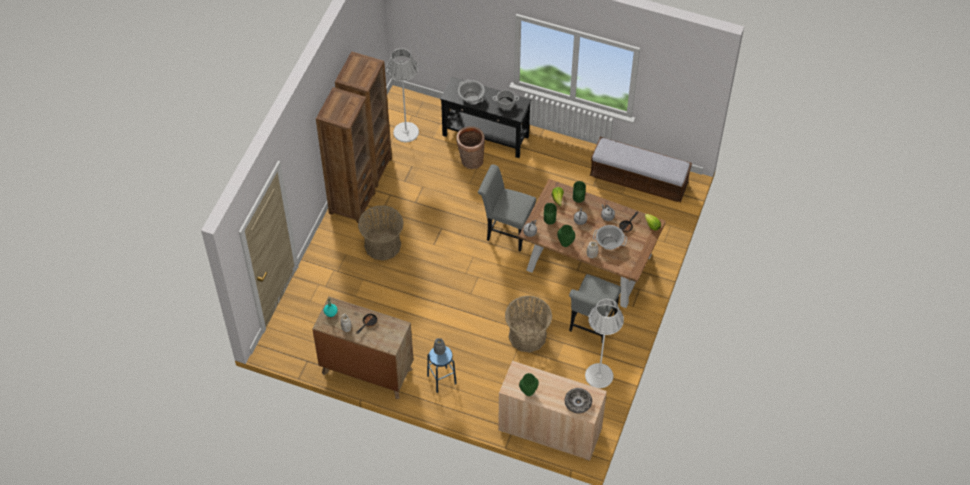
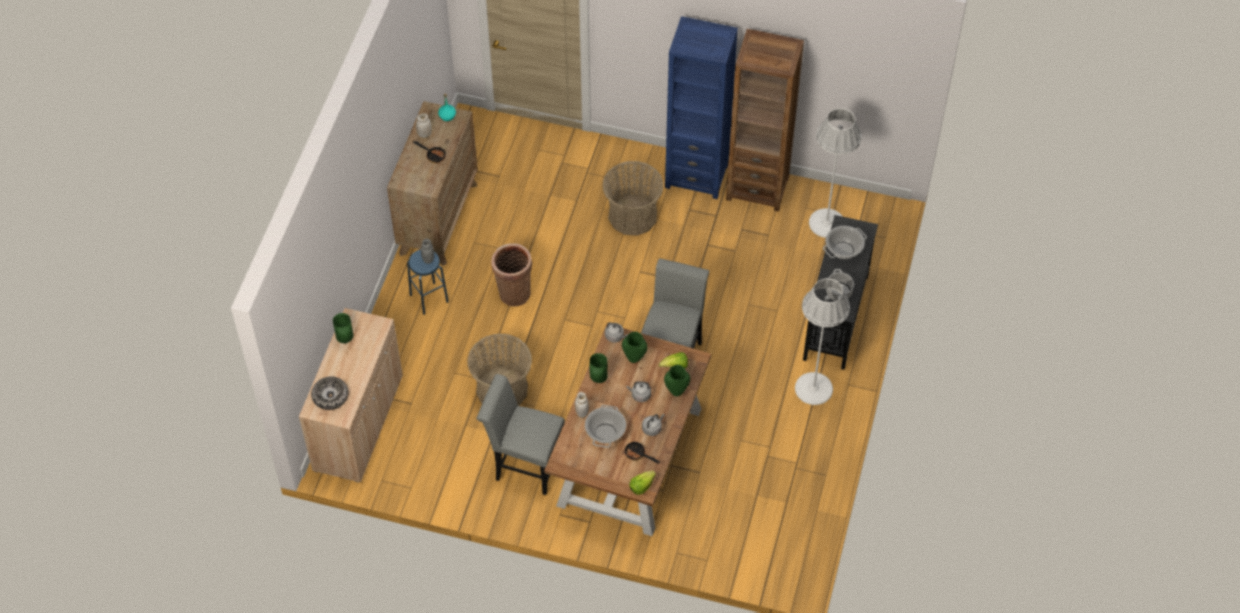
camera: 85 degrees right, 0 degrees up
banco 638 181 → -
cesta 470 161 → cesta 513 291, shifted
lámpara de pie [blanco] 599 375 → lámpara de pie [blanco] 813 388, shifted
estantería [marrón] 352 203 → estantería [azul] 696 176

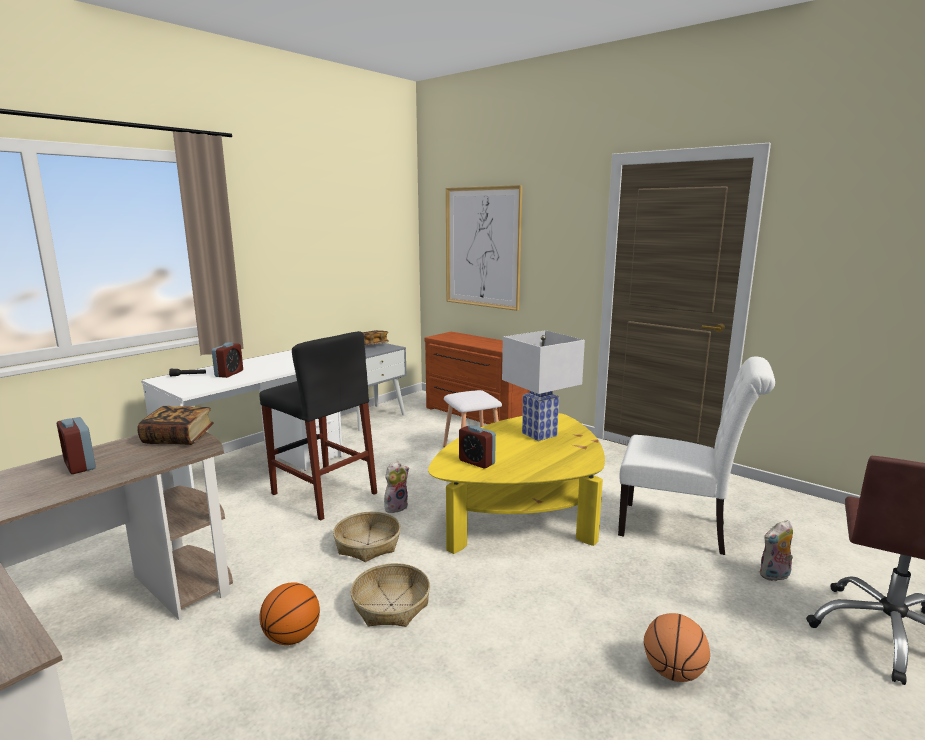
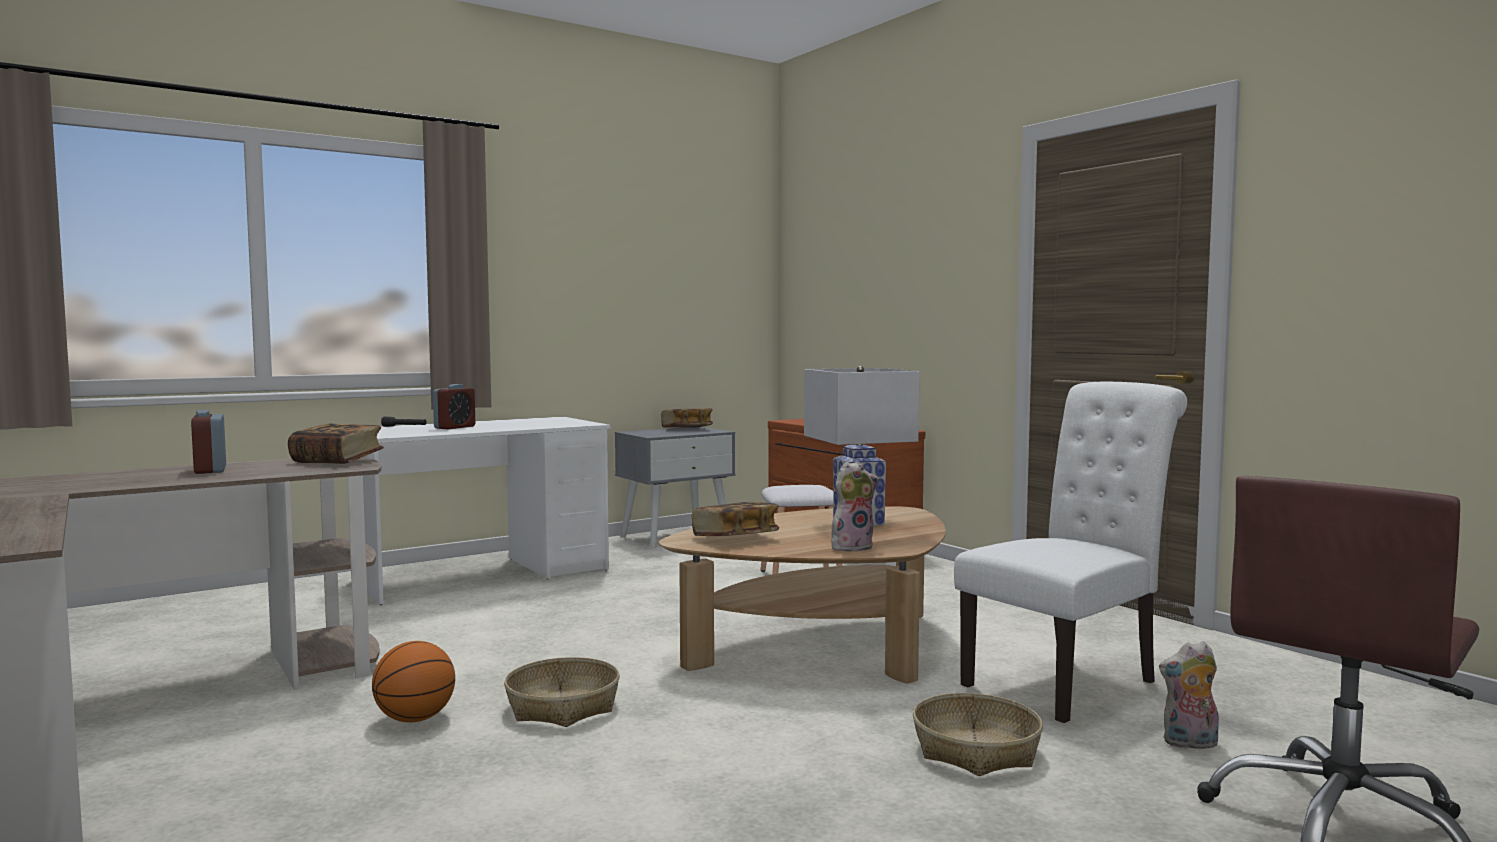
camera: 15 degrees right, 10 degrees down
taburete [negro] 324 493 → -
cuadro 482 247 → -
balón de baloncesto 673 672 → -
cesta 368 544 → cesta 976 750, shifted
peluche 396 506 → peluche 852 547, shifted
despertador 476 462 → libro 735 538
mesa de centro [amarillo] 522 515 → mesa de centro [marrón] 822 644
silla [blanco] 680 529 → silla [blanco] 1068 681, 75 degrees counterclockwise

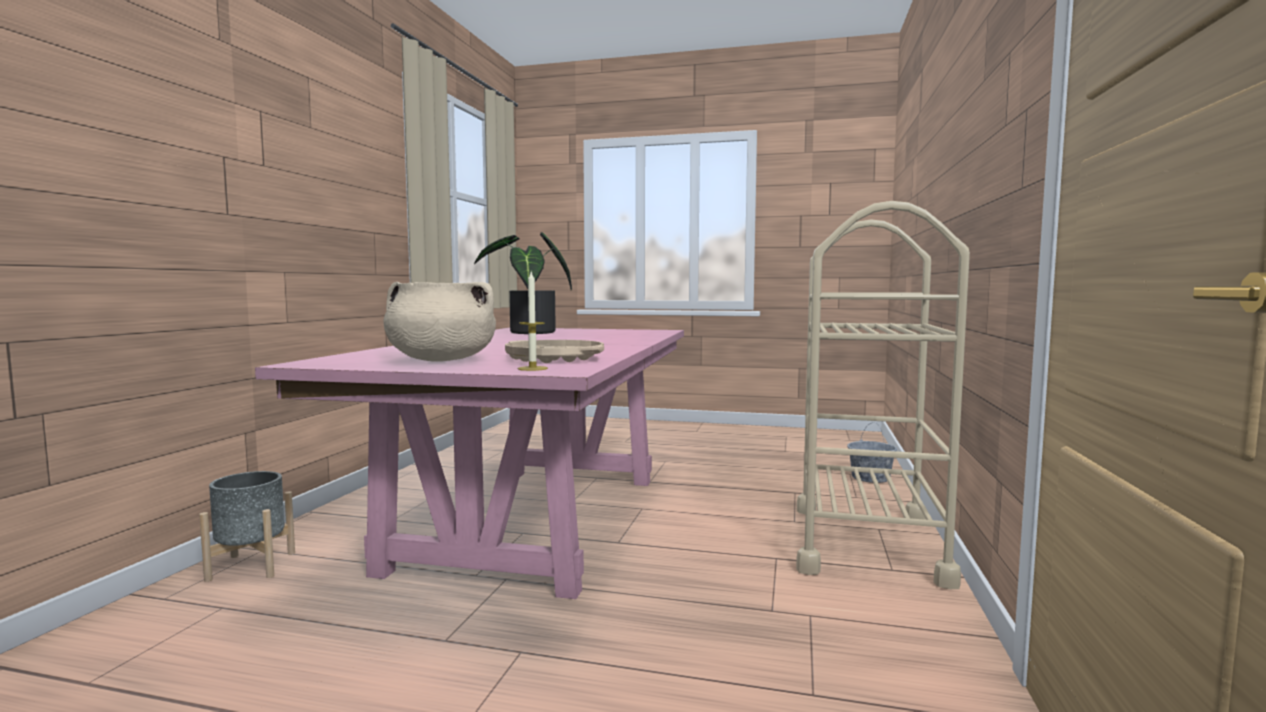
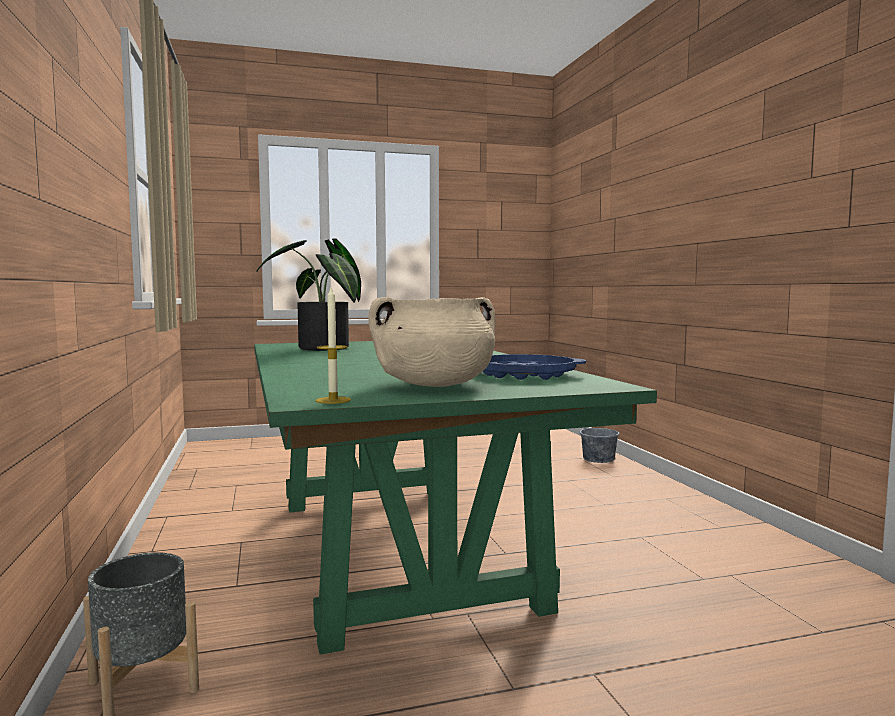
camera: 30 degrees left, 0 degrees up
carrito [beis] 867 543 → -
vela 532 368 → vela 333 400, shifted
mesa de comedor [rosa] 535 521 → mesa de comedor [verde] 398 551
bandeja [beis] 554 359 → bandeja [azul] 525 375

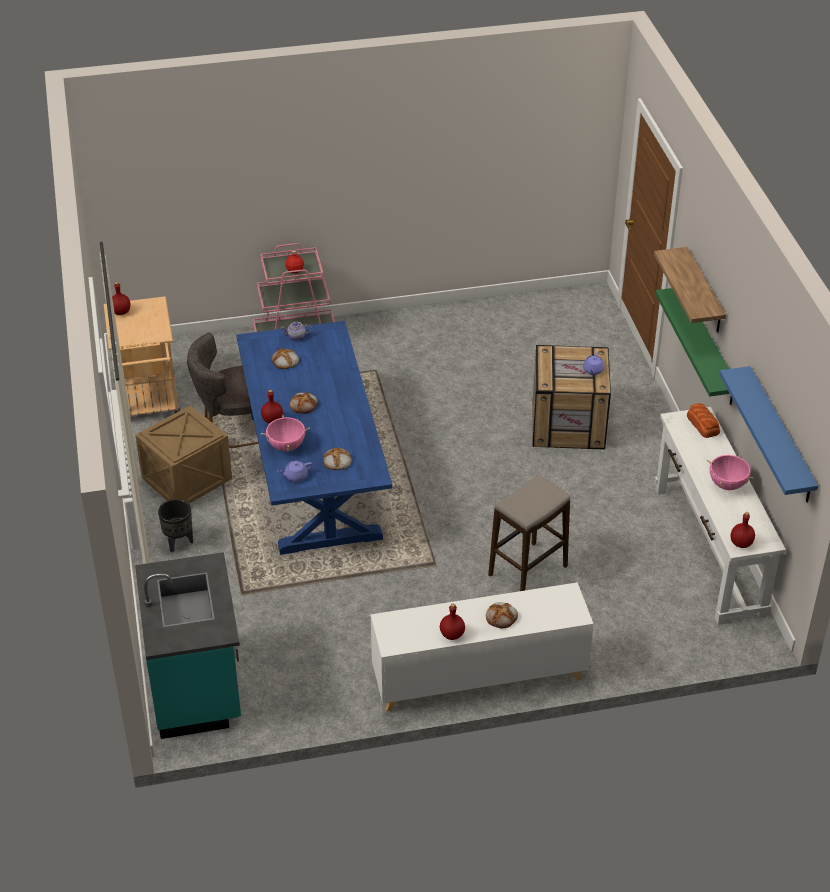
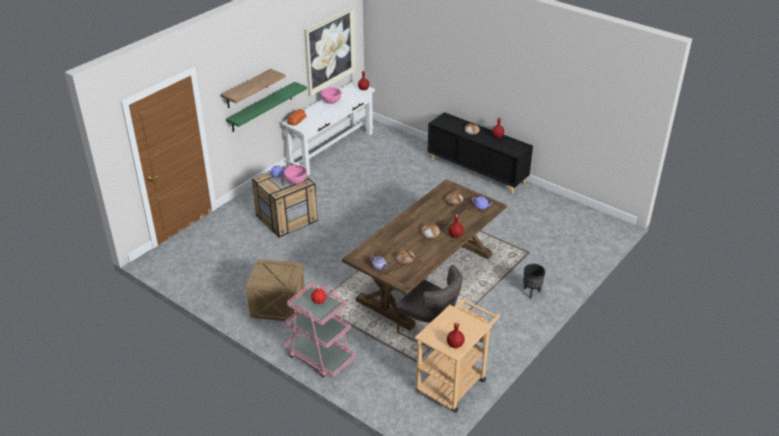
camera: 130 degrees left, 5 degrees down
mueble bajo de cocina [turquesa] 197 686 → -
taburete 528 571 → -
caja de embalaje 188 479 → caja de embalaje 277 306, shifted
olla [rosa] 286 446 → olla [rosa] 296 182, shifted
estante [azul] 780 436 → cuadro 330 50
mesa de comedor [azul] 314 474 → mesa de comedor [marrón] 425 277
armario [blanco] 478 677 → armario [negro] 477 171

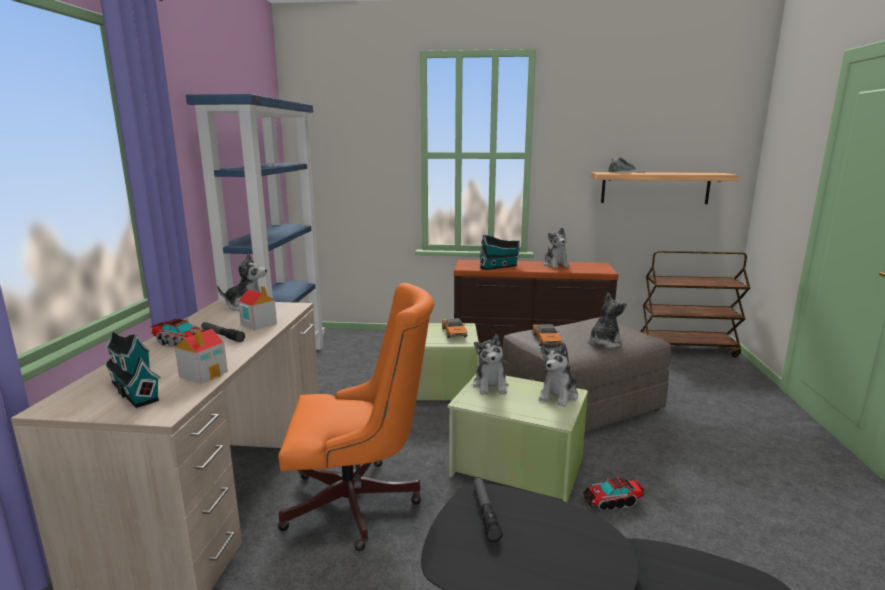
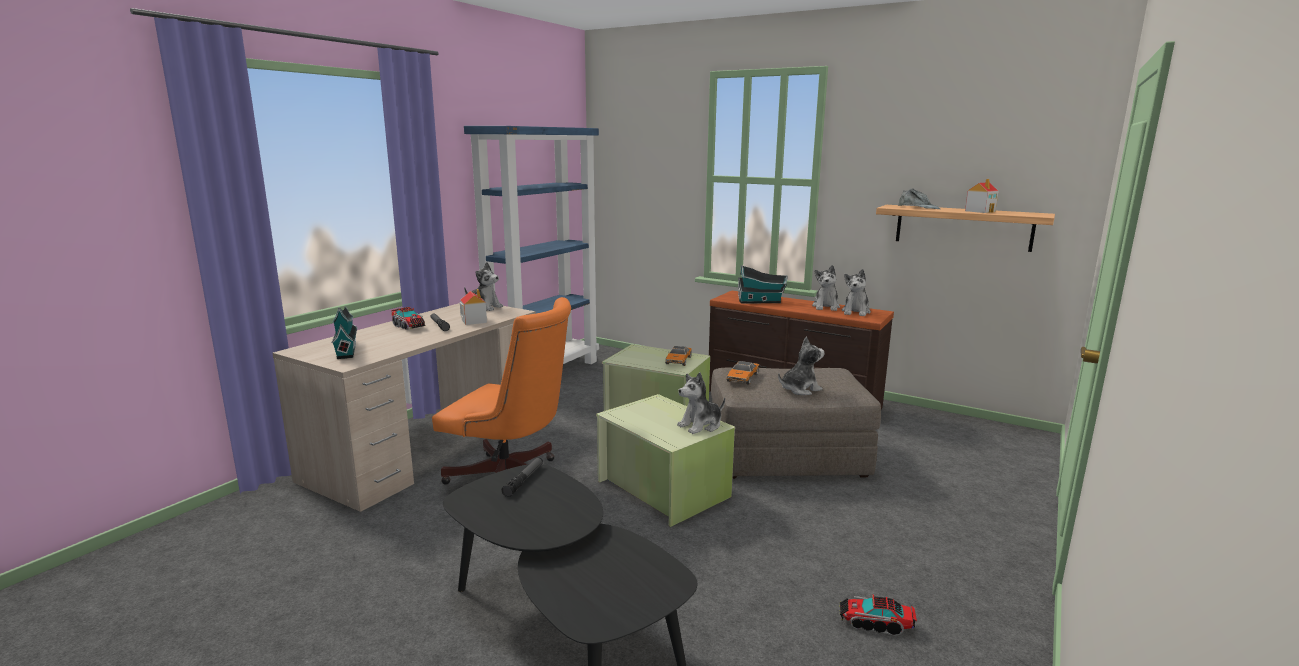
camera: 25 degrees right, 0 degrees up
carrito [marrón] 686 348 → -
casita 204 374 → casita 980 211, shifted
peluche 491 385 → peluche 856 312, shifted
camión de juguete 612 501 → camión de juguete 875 623, shifted

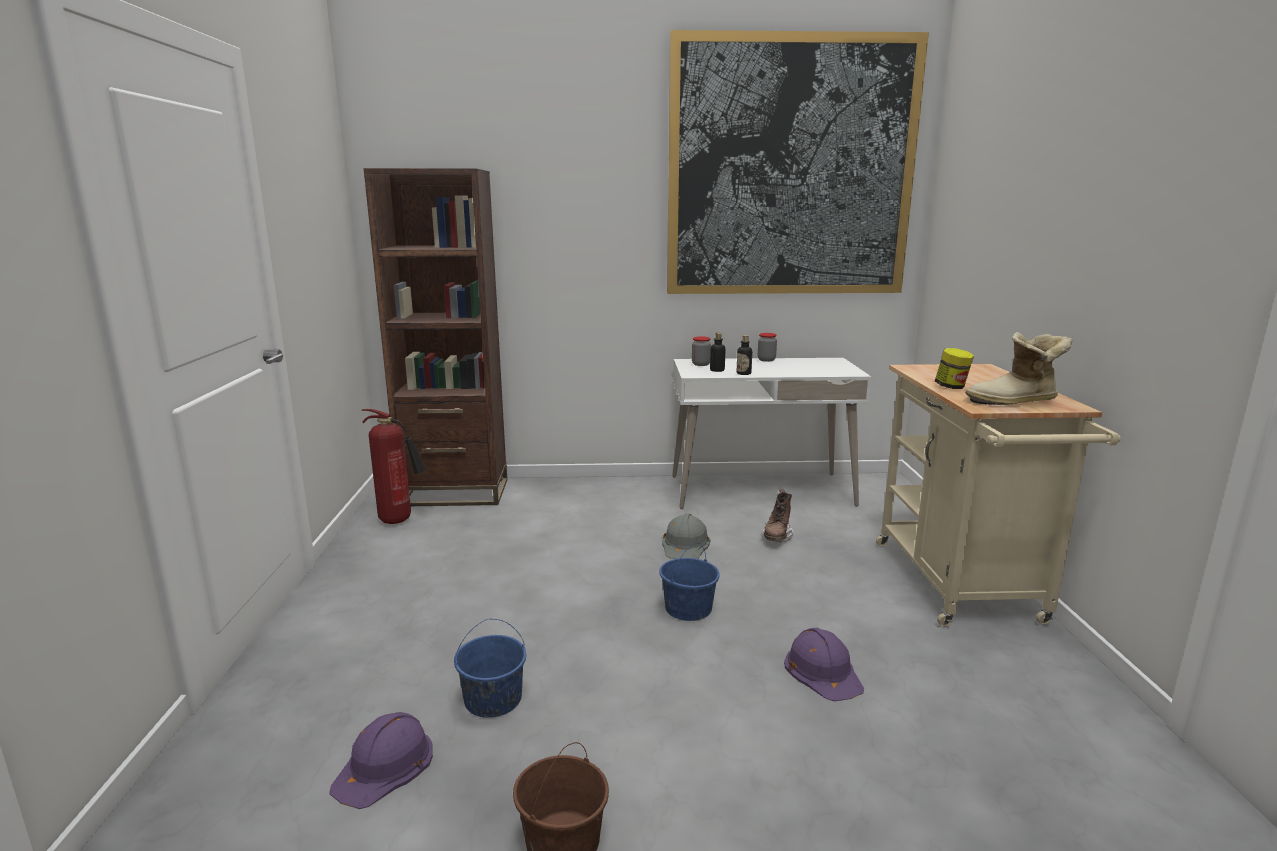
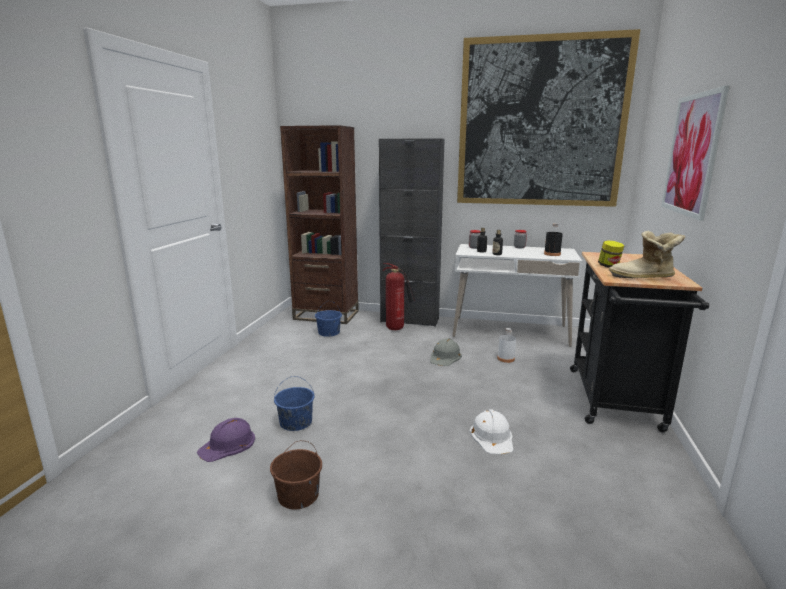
camera: 15 degrees right, 0 degrees up
- → armario [negro] 410 320
- → botella [negro] 552 254
- → cuadro 692 154
extintor 400 521 → extintor 397 329, shifted
cubo [azul] 688 608 → cubo [azul] 329 332, shifted
bota [marrón] 777 536 → botella [blanco] 506 359
casco [morado] 823 671 → casco [blanco] 492 436
carrito [beis] 962 587 → carrito [negro] 616 402

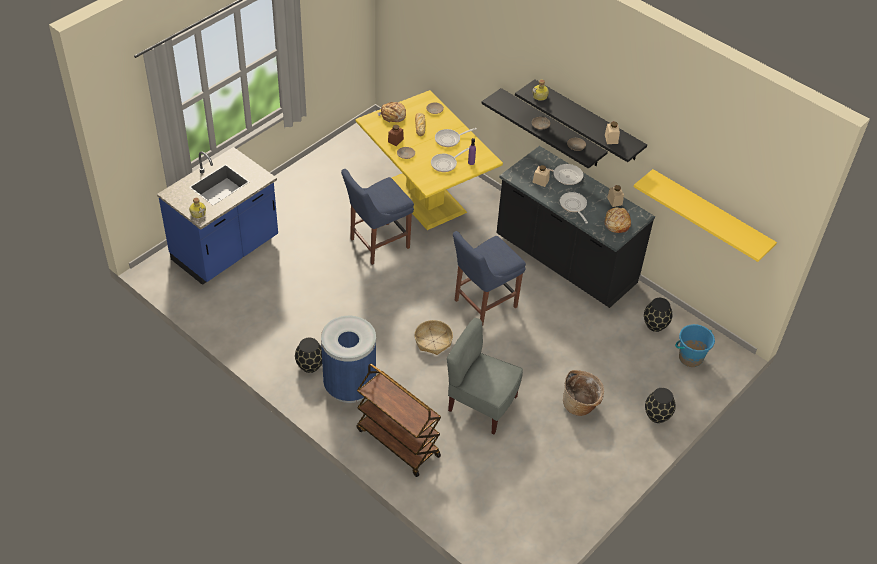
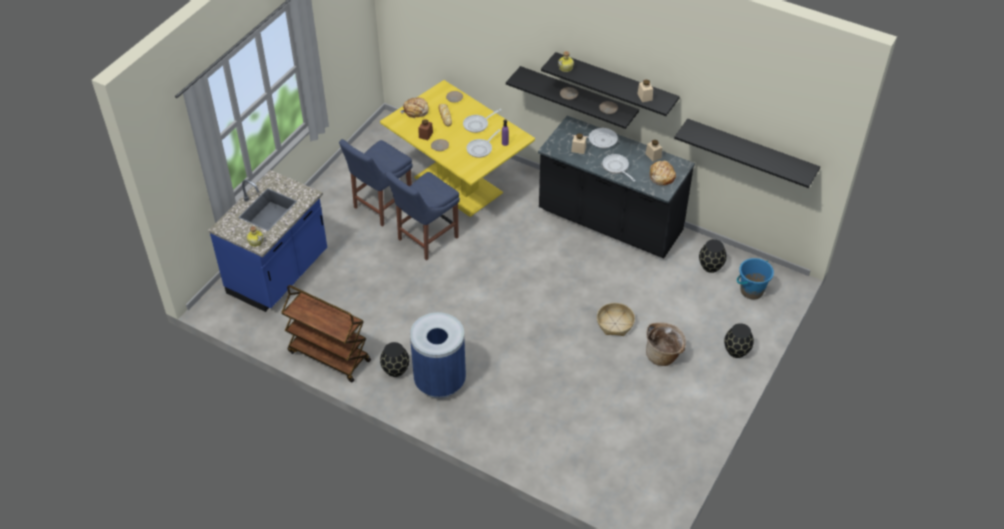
camera: 10 degrees left, 0 degrees up
silla [gris] 481 405 → -
carrito [marrón] 397 442 → carrito [marrón] 328 356, shifted
cesta 433 341 → cesta 615 324, shifted
silla [azul] 482 304 → silla [azul] 380 207, shifted
estante [amarillo] 710 214 → estante [negro] 750 151

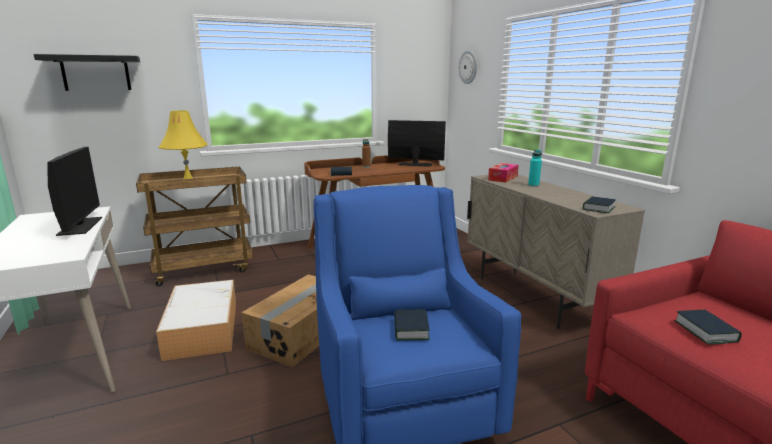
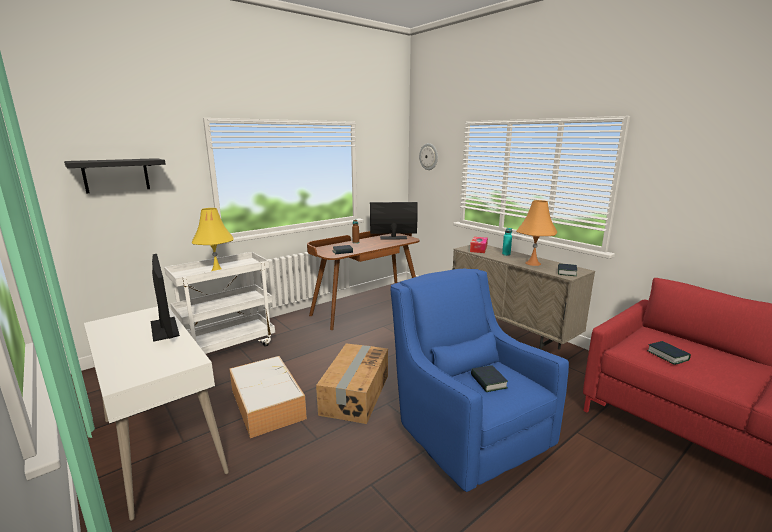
camera: 15 degrees left, 0 degrees up
- → lámpara de mesa [naranja] 533 263
carrito [marrón] 205 269 → carrito [blanco] 228 347

